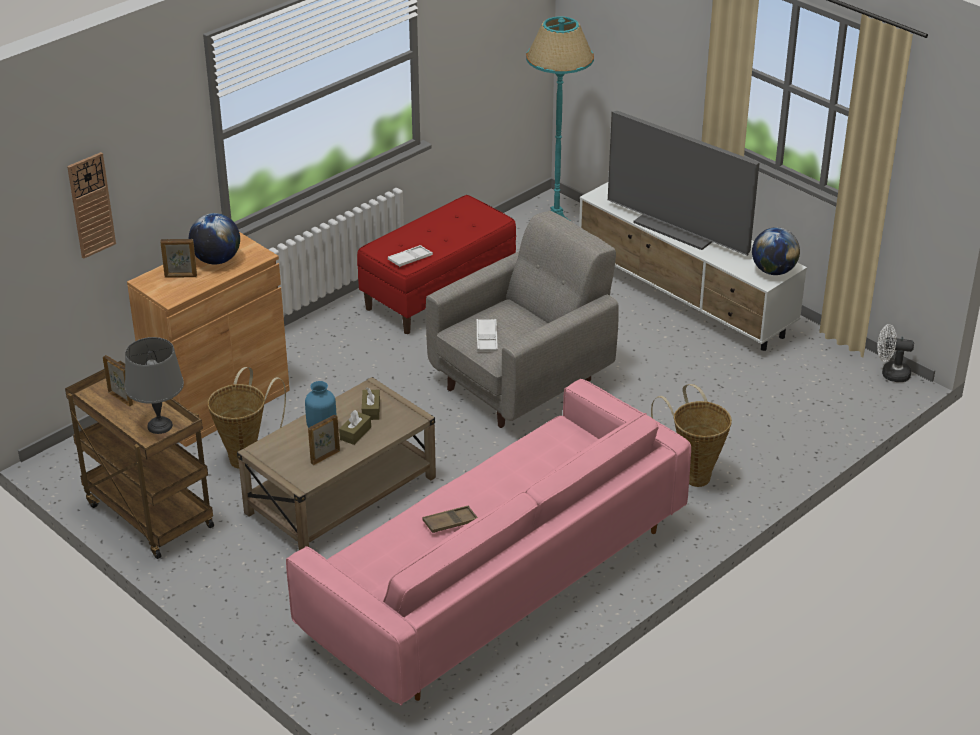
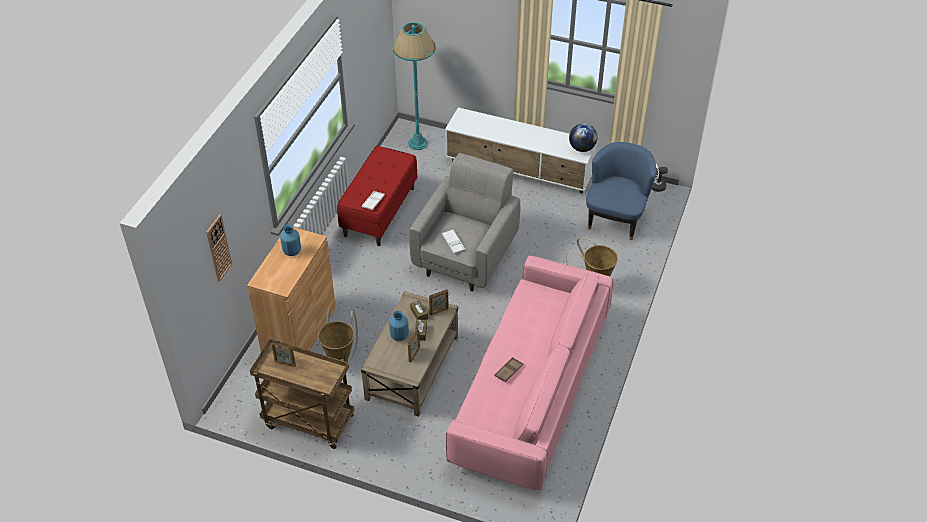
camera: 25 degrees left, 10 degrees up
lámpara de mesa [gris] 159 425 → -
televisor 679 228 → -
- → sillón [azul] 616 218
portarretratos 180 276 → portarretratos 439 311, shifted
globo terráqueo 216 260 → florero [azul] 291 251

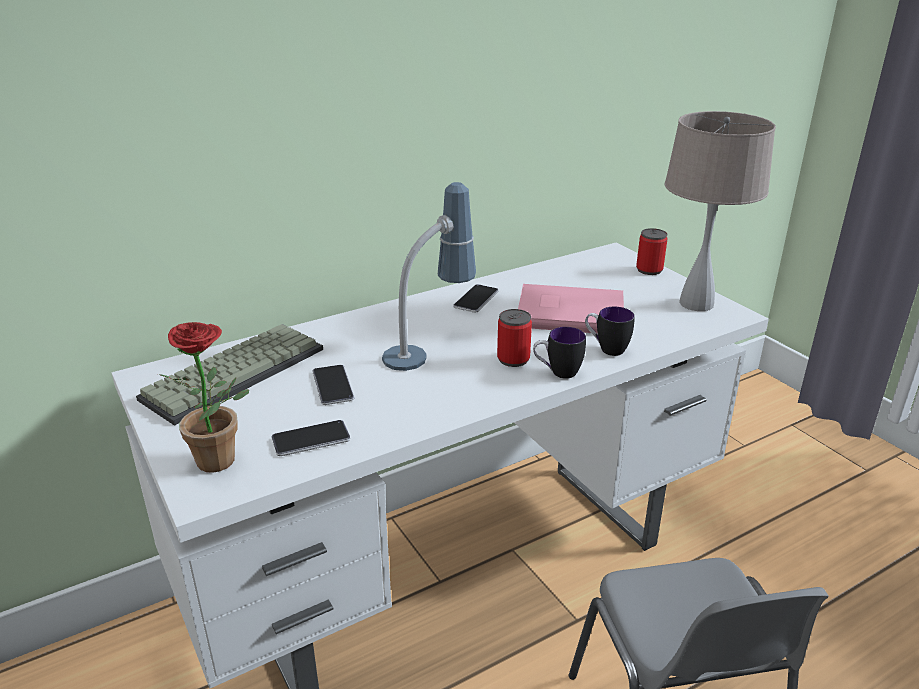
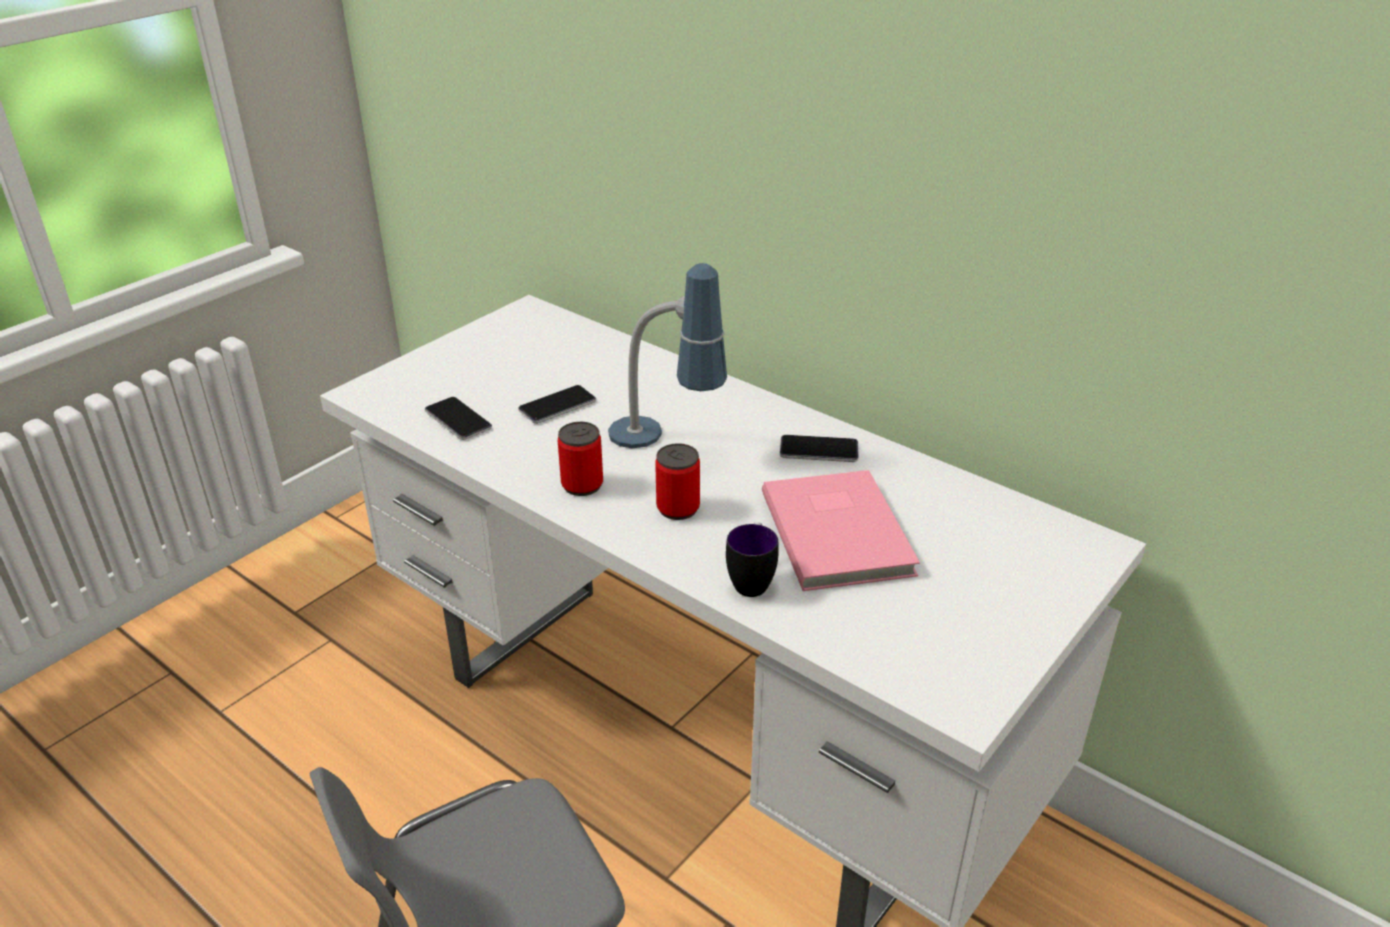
camera: 70 degrees right, 5 degrees up
teclado 234 372 → -
planta en maceta 224 462 → -
taza grande 557 373 → -
lámpara de mesa [beis] 695 303 → -
lata 649 270 → lata 582 485, shifted

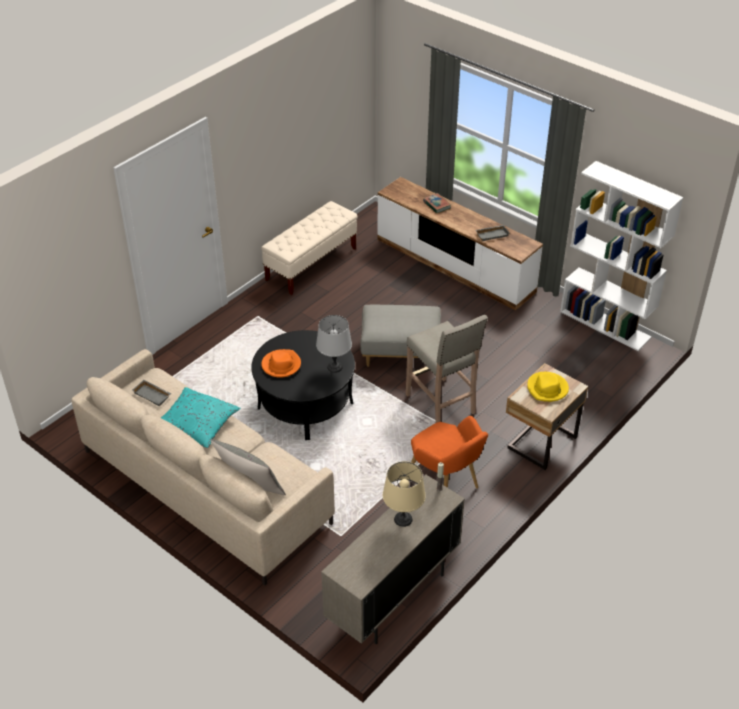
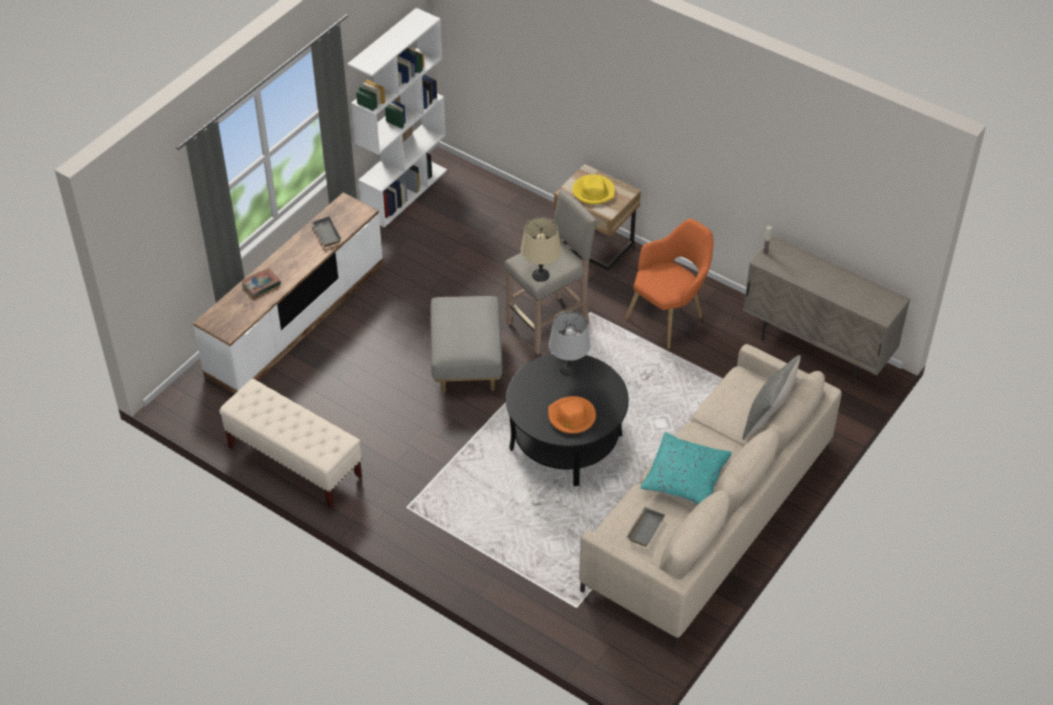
camera: 95 degrees left, 5 degrees up
lámpara de mesa [beis] 403 519 → lámpara de mesa [beis] 540 275, shifted

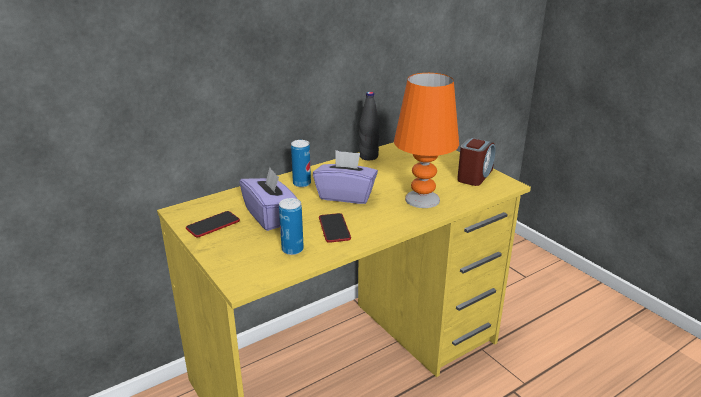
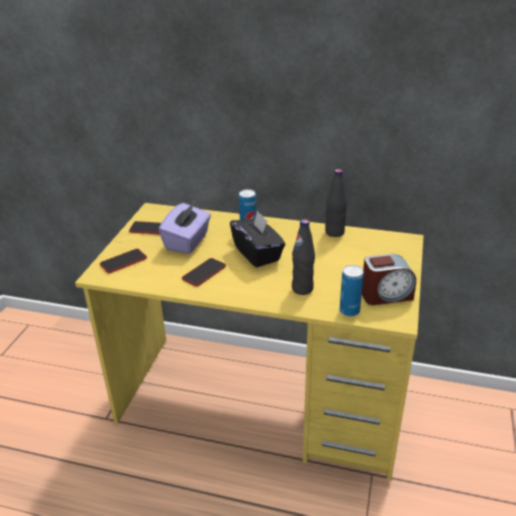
camera: 50 degrees right, 5 degrees up
- → móvil 123 261
lata 292 249 → lata 349 311, shifted
lámpara de mesa [naranja] 422 199 → botella [negro] 302 289
caja de pañuelos [morado] 346 195 → caja de pañuelos [negro] 257 254

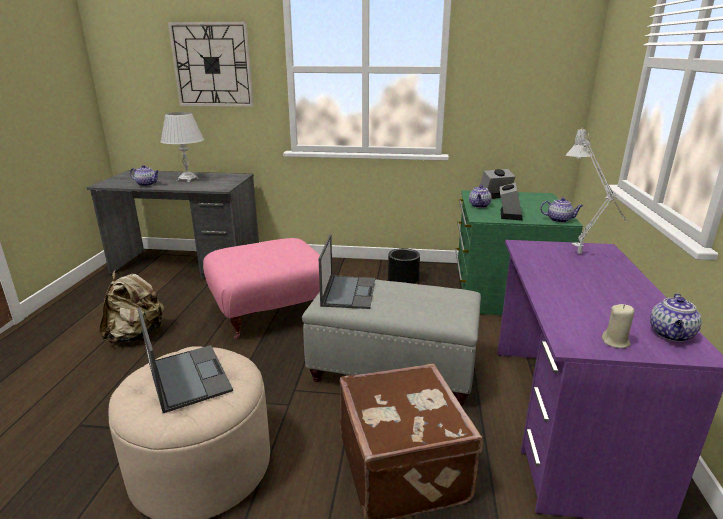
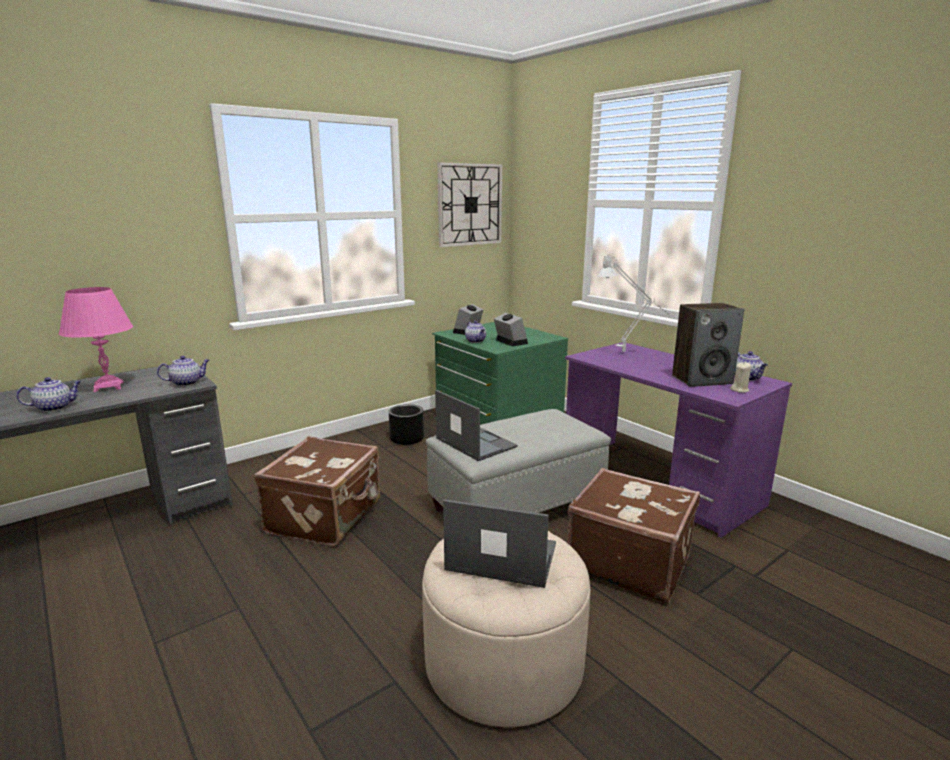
camera: 45 degrees left, 5 degrees down
mochila [beis] 136 335 → -
- → altavoz 702 380
reloj de pared 212 65 → reloj de pared 470 204, shifted
tetera 559 220 → tetera 187 383, shifted
puf [rosa] 270 311 → maleta [marrón] 326 517
lámpara de mesa [blanco] 188 179 → lámpara de mesa [rosa] 109 387

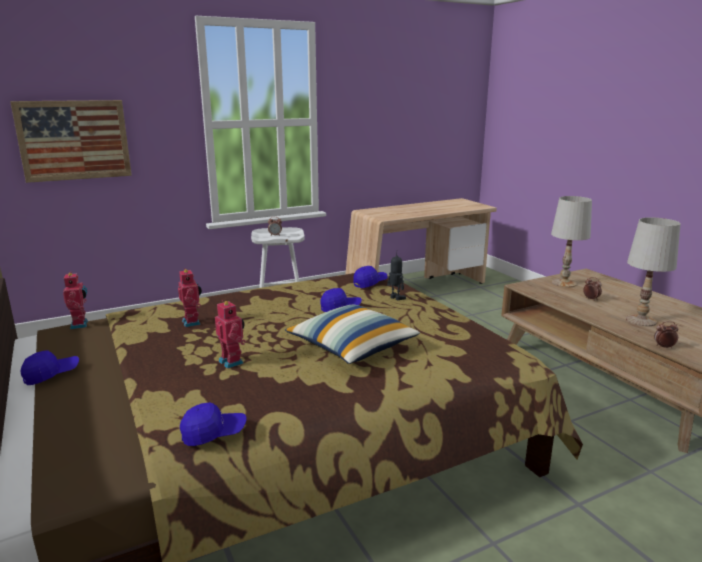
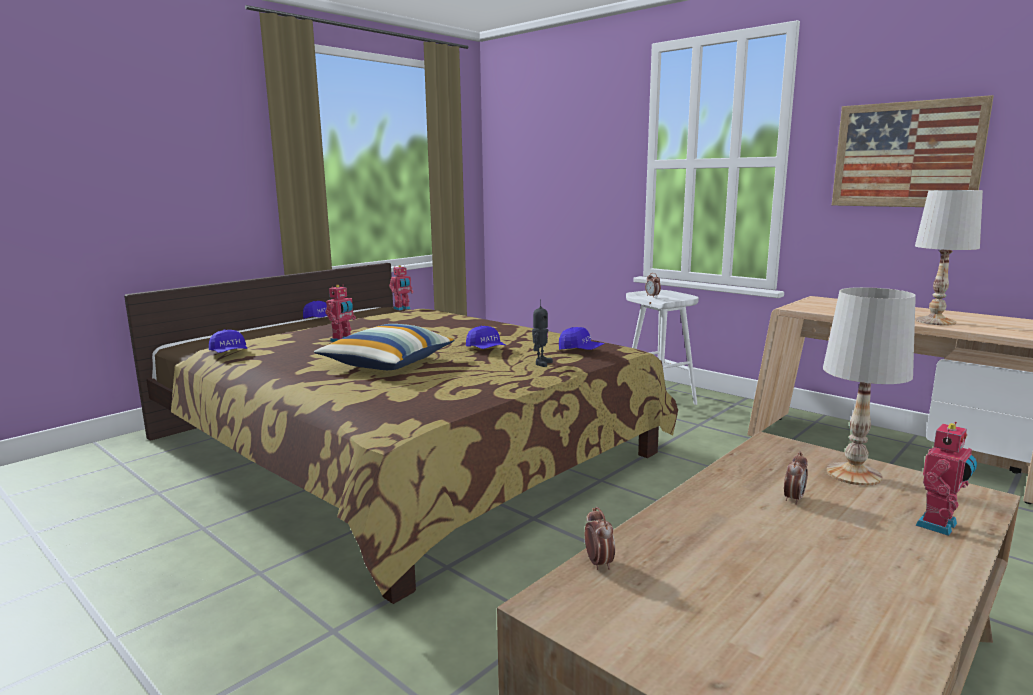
camera: 70 degrees right, 5 degrees down
cuadro 74 140 → cuadro 906 155, shifted
robot de juguete 192 322 → robot de juguete 939 525, shifted
lámpara de mesa [blanco] 640 320 → lámpara de mesa [blanco] 934 321, shifted

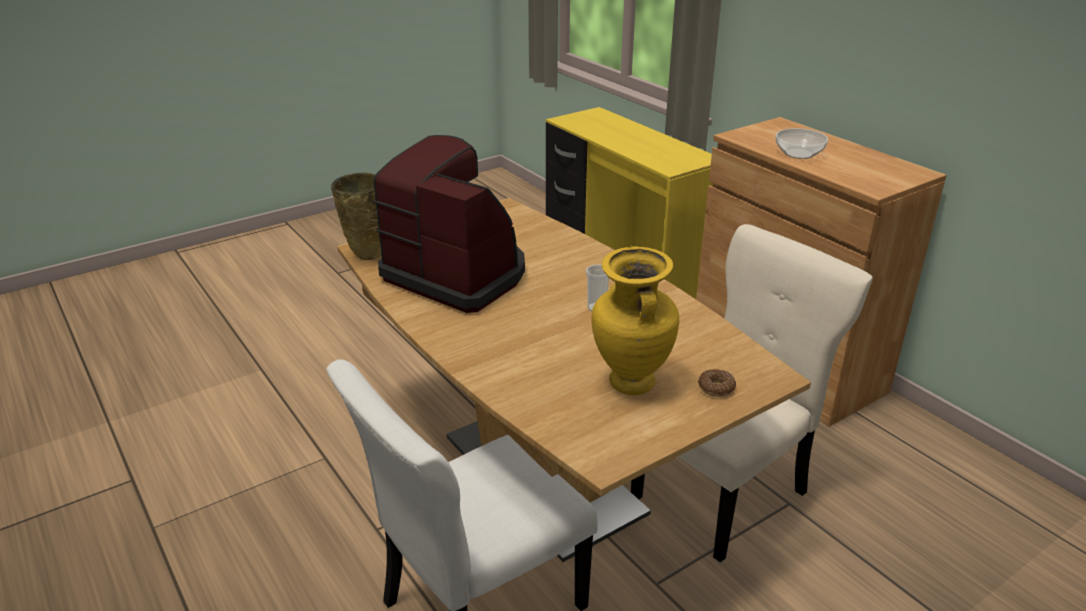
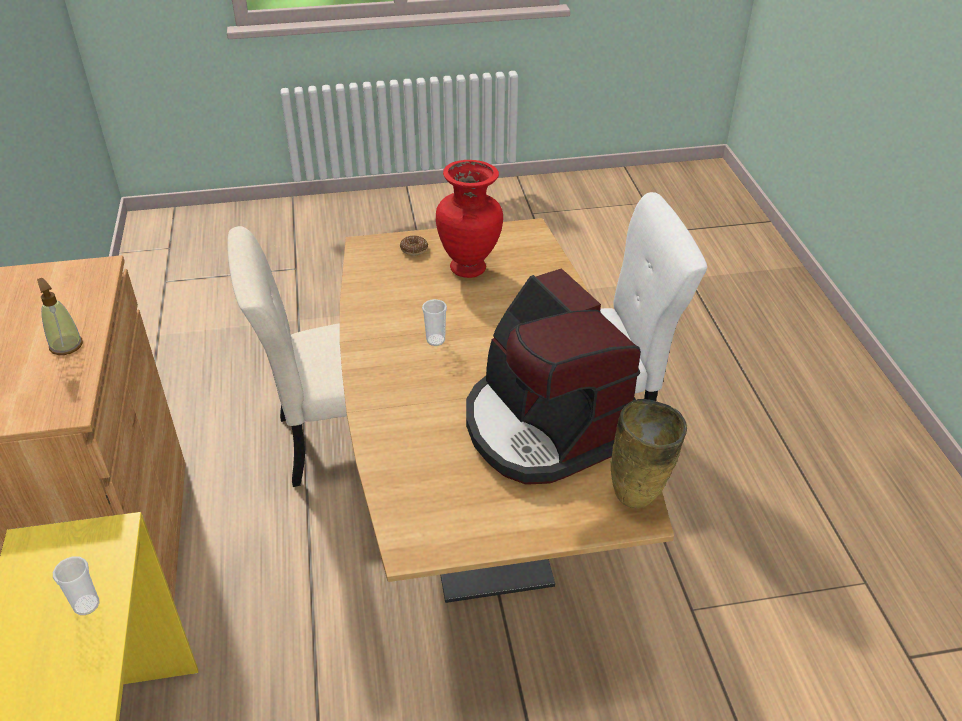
camera: 155 degrees left, 10 degrees up
- → taza 86 605
cuenco 798 154 → dispensador de jabón 66 345
florero [amarillo] 630 383 → florero [rojo] 470 268

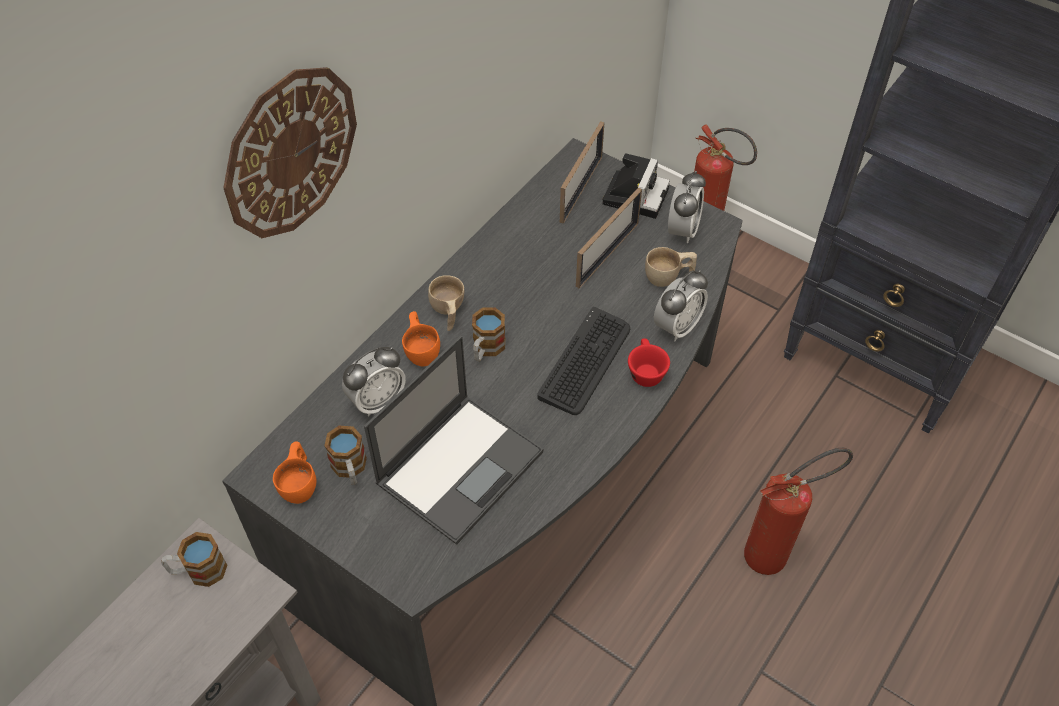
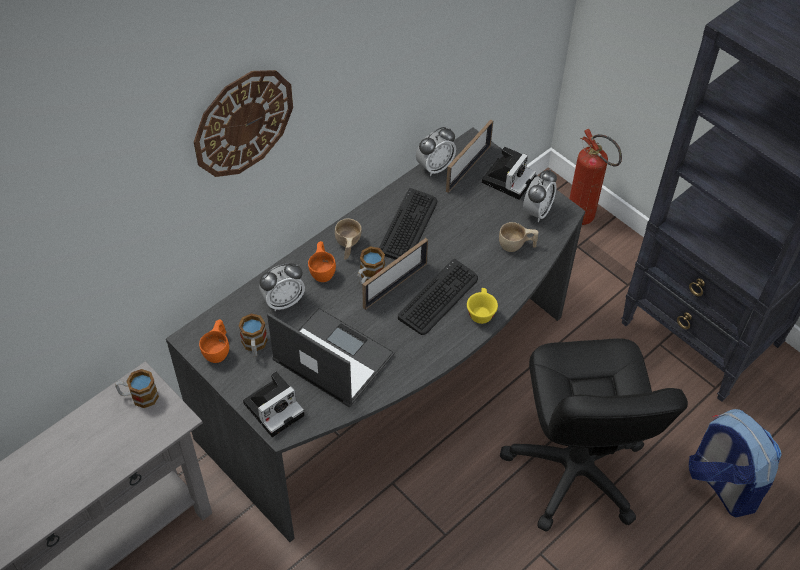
camera: 10 degrees right, 0 degrees up
- → cámara 275 407
- → teclado 408 226
- → mochila 722 484
portarretratos 607 254 → portarretratos 395 285, shifted
despertador 677 326 → despertador 435 167, shifted
extintor 775 553 → silla de oficina [negro] 574 471
taza [rojo] 645 371 → taza [amarillo] 480 312
portátil 461 466 → portátil 332 356, 105 degrees counterclockwise

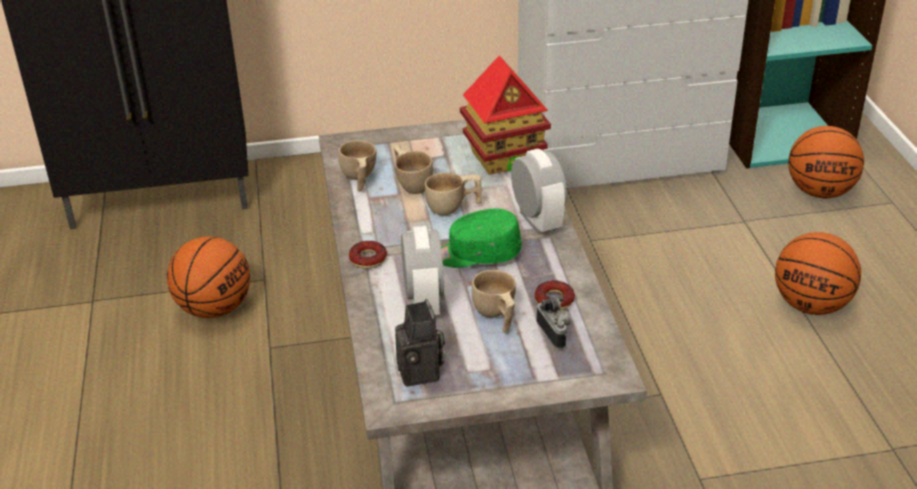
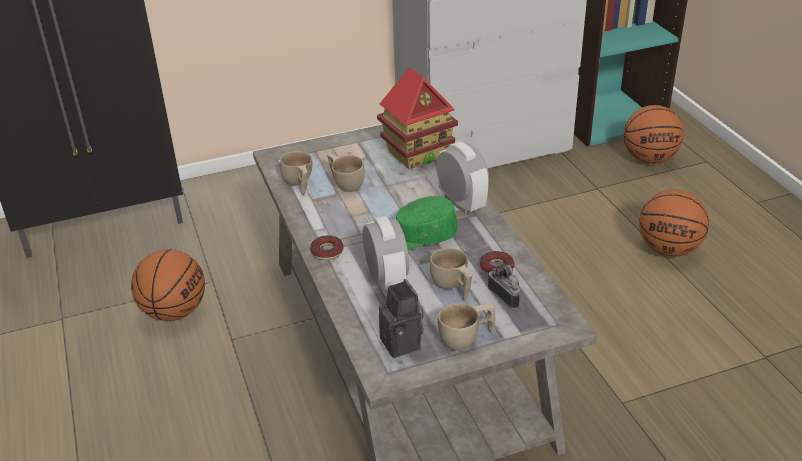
camera: 10 degrees left, 0 degrees up
taza [beis] 453 207 → taza [beis] 467 339, shifted

